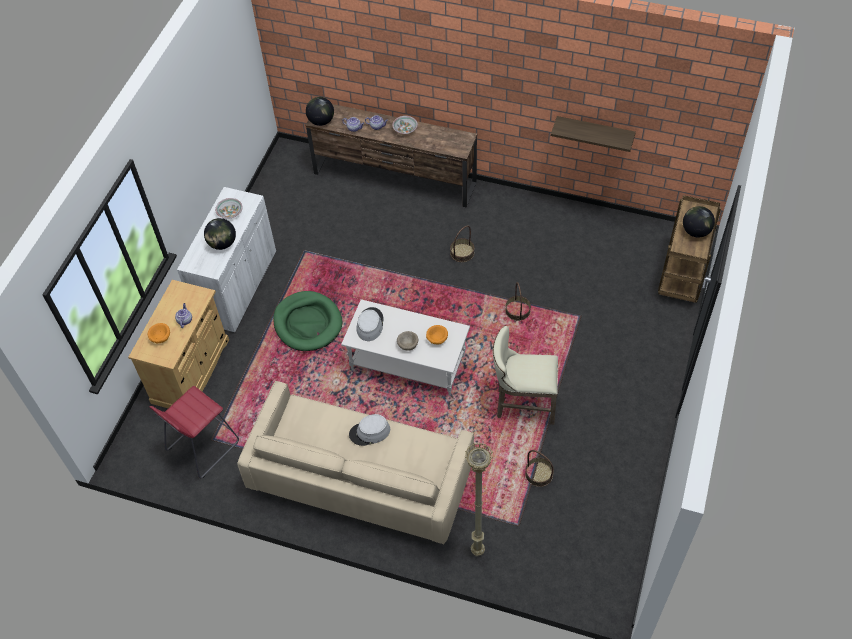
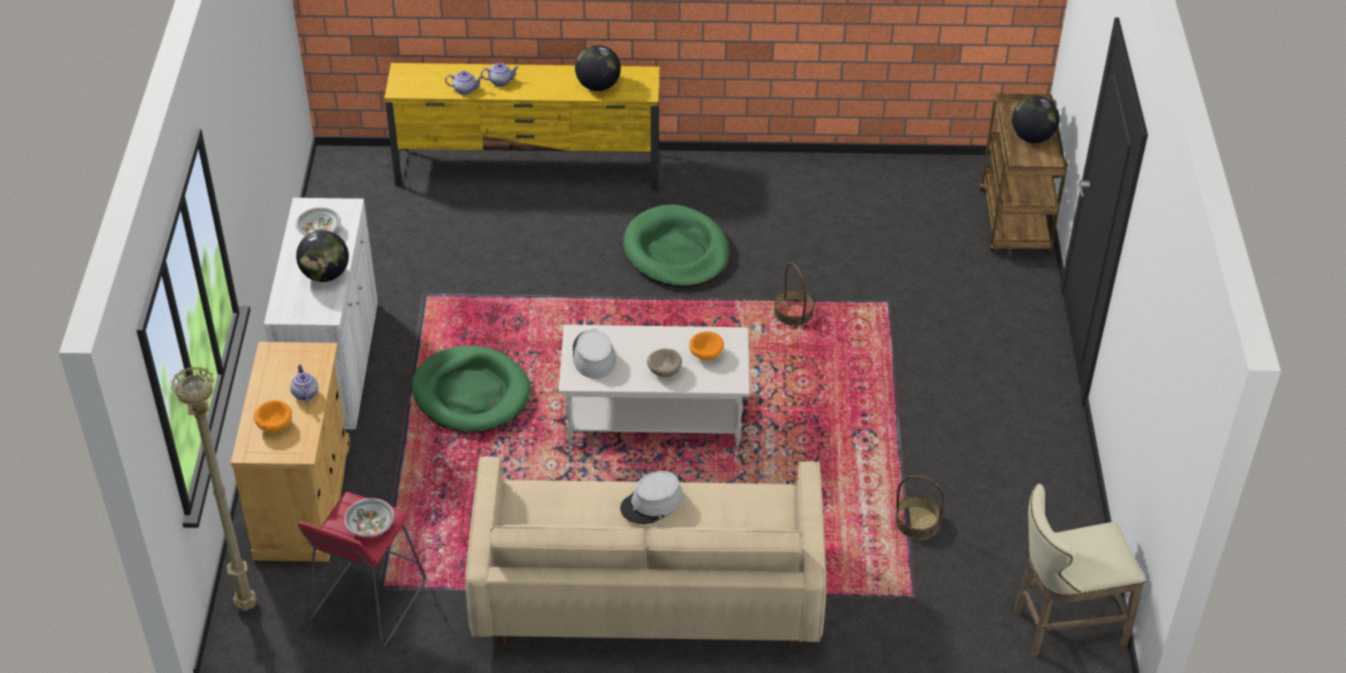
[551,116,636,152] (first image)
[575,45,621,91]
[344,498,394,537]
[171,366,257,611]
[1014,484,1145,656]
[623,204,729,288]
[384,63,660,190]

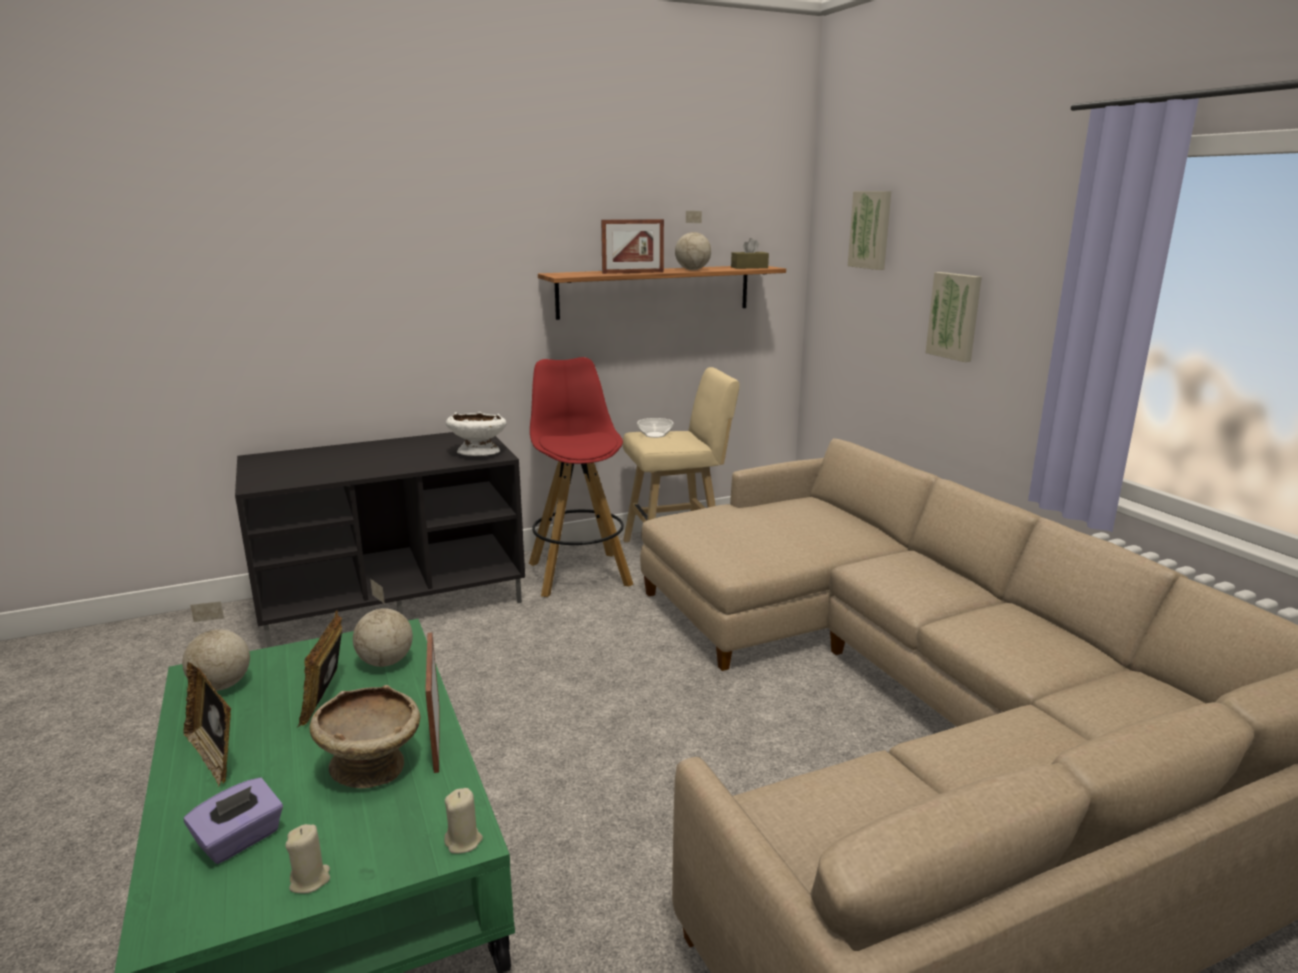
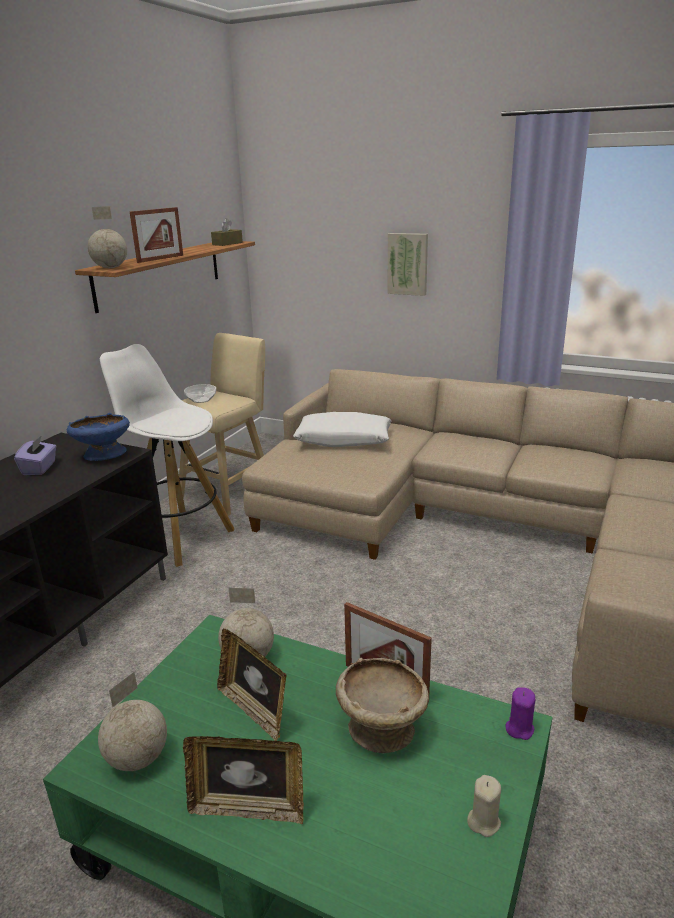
[848,191,891,270] (first image)
[293,412,391,447]
[14,435,56,475]
[88,206,127,268]
[506,687,535,740]
[67,413,130,461]
[100,344,234,567]

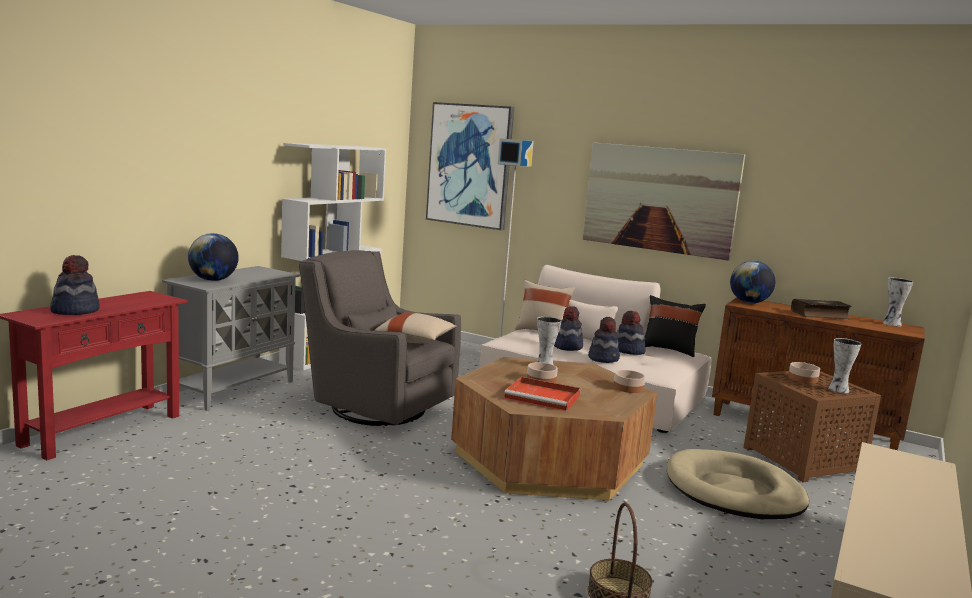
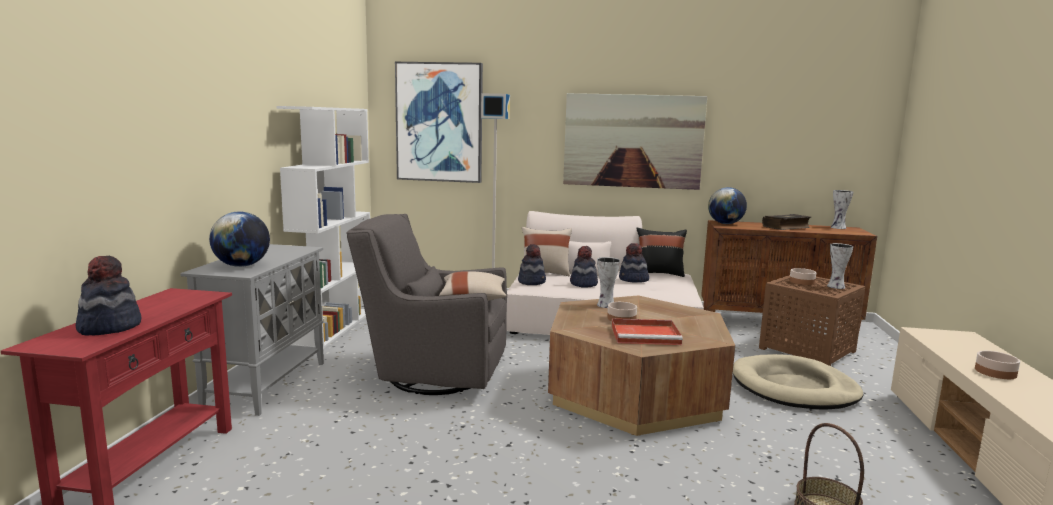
[518,244,546,285]
[975,351,1020,379]

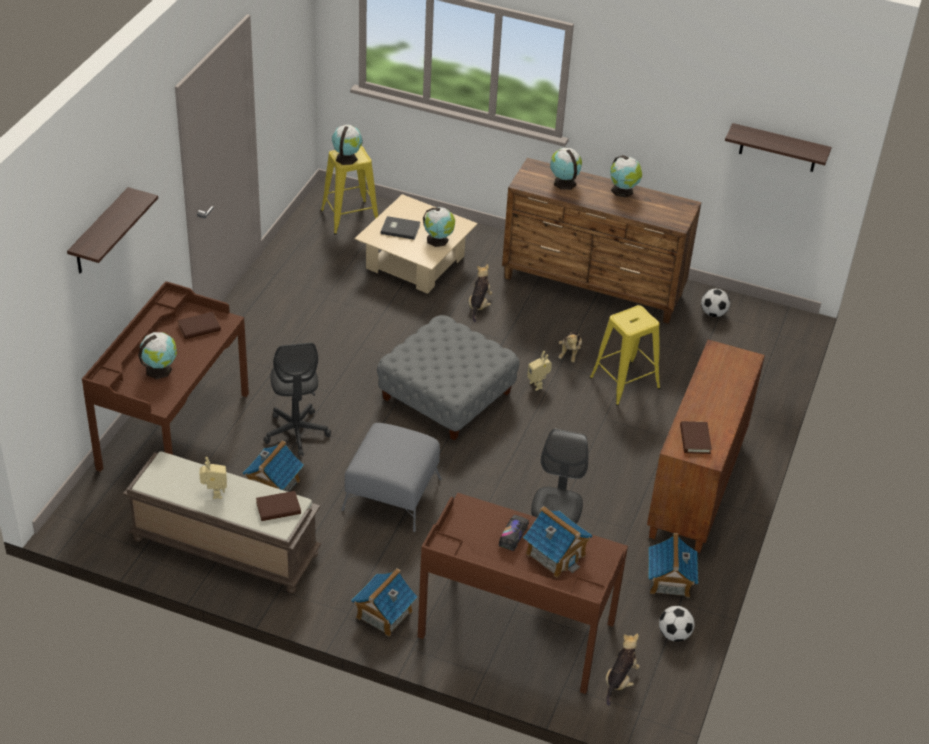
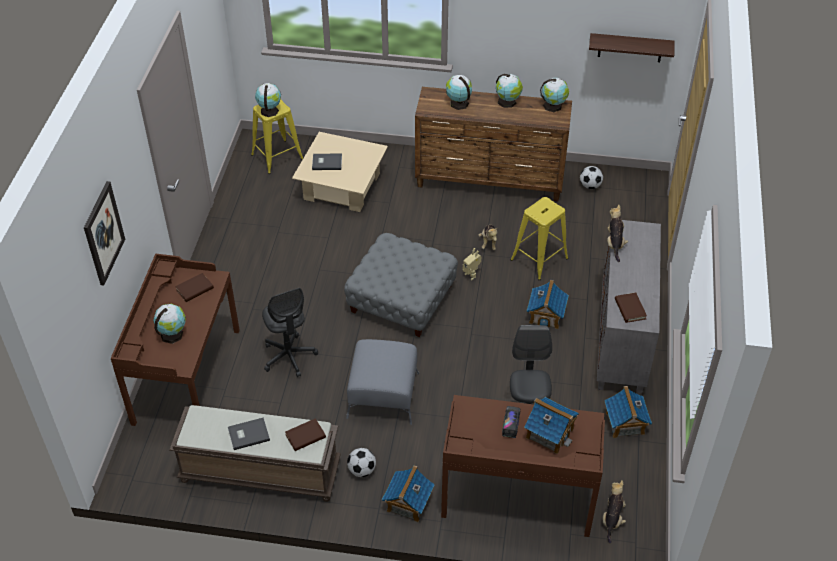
[527,280,569,329]
[540,78,569,112]
[607,205,628,262]
[347,448,376,477]
[84,181,125,285]
[228,417,270,450]
[597,220,661,395]

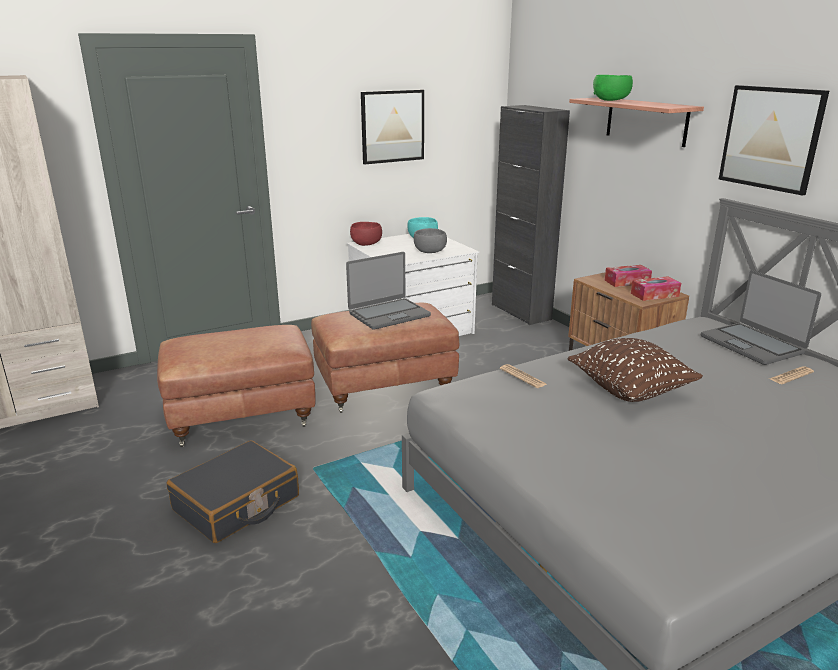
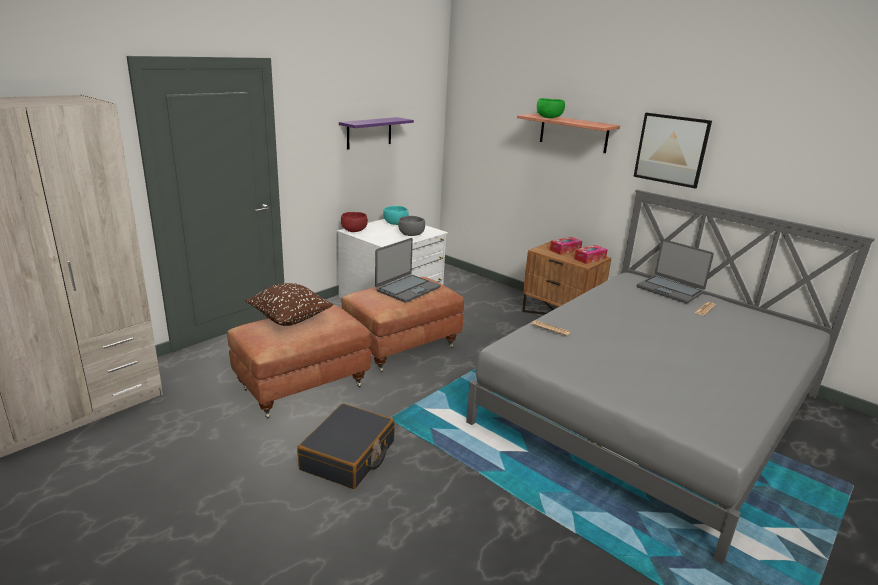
[492,105,570,325] (first image)
[246,283,333,326]
[339,117,414,149]

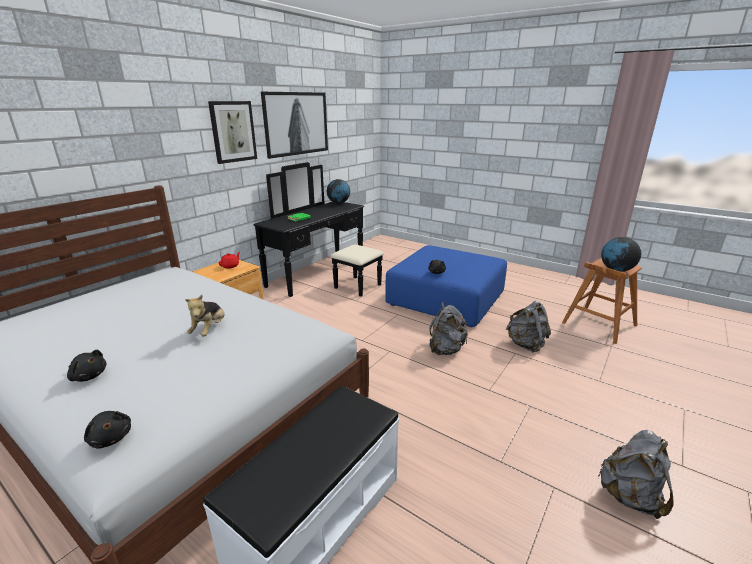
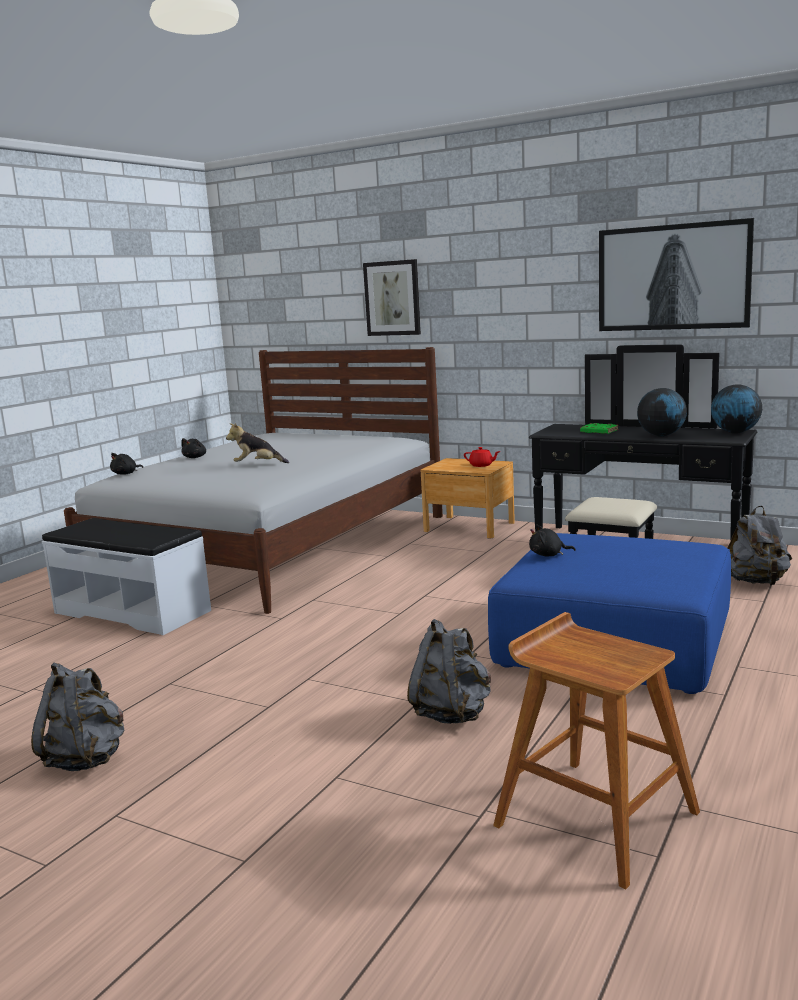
[363,259,421,336]
[727,506,792,585]
[637,388,687,437]

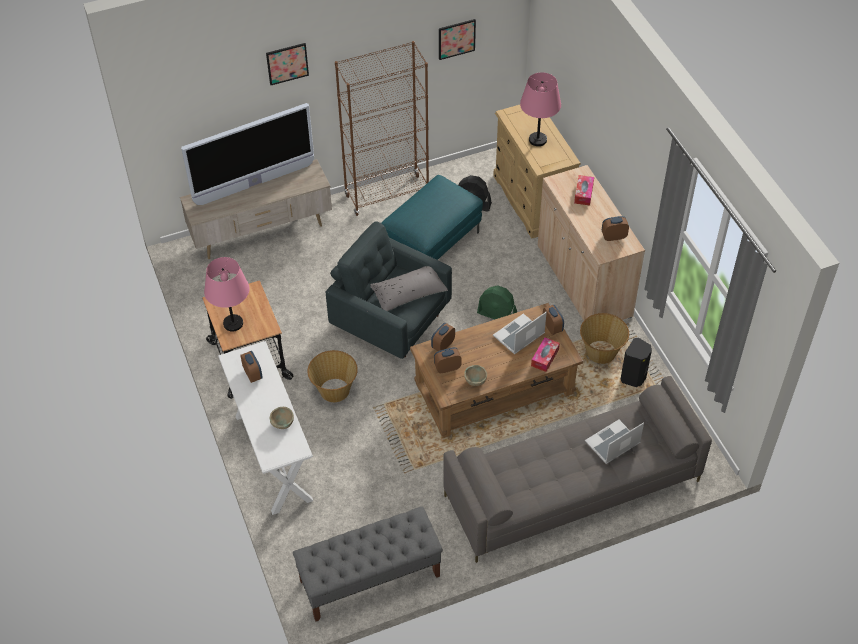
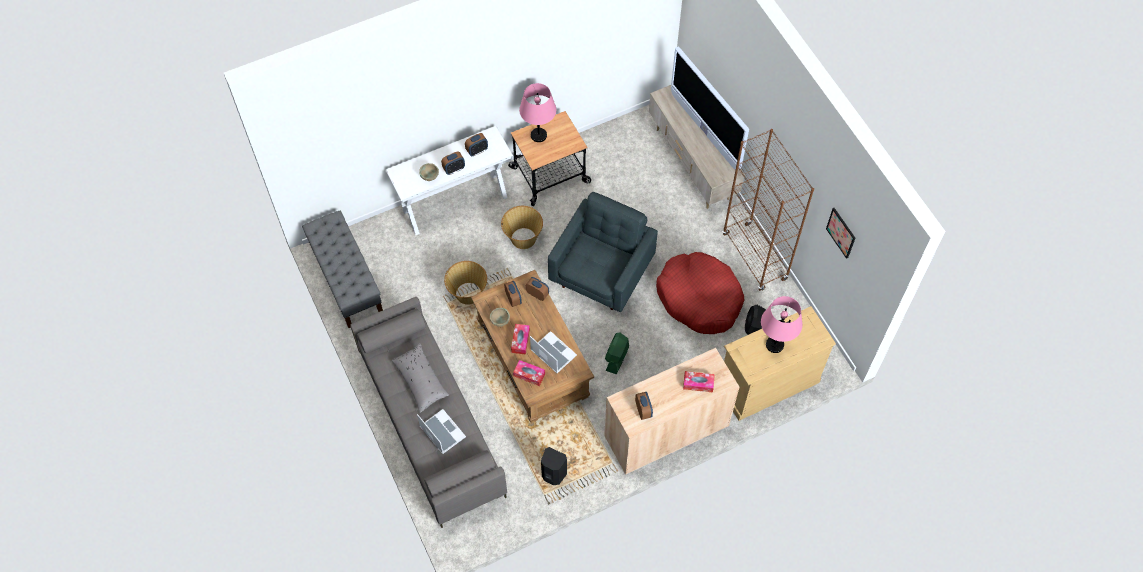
[266,43,309,85] (first image)
[511,324,530,355]
[391,343,449,413]
[441,152,465,175]
[444,261,487,305]
[656,252,744,334]

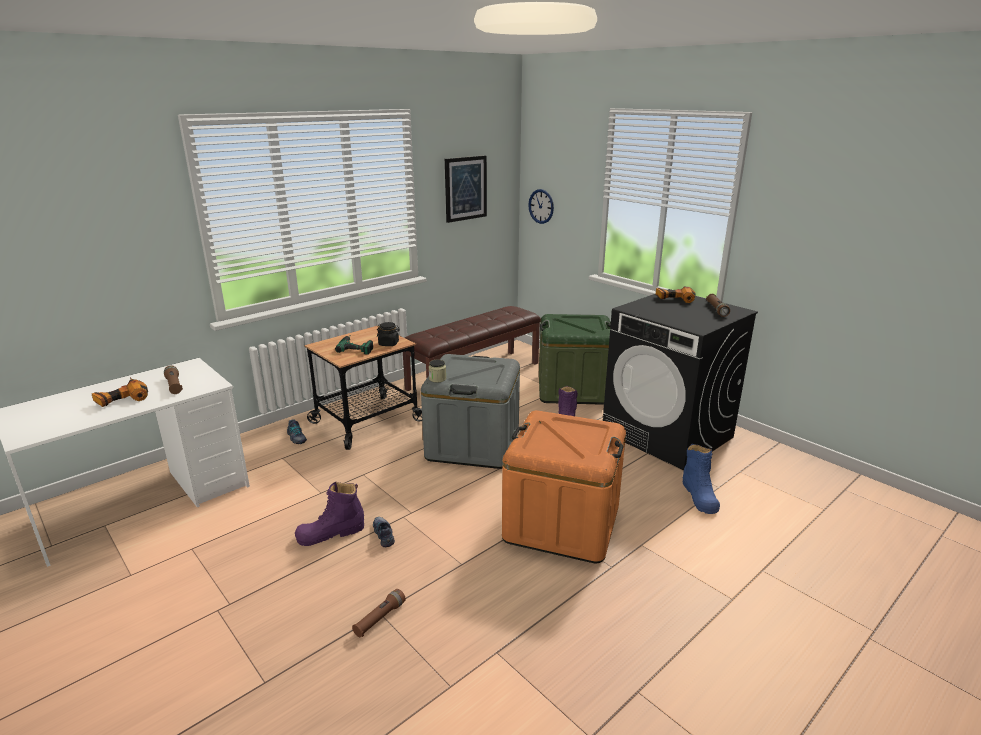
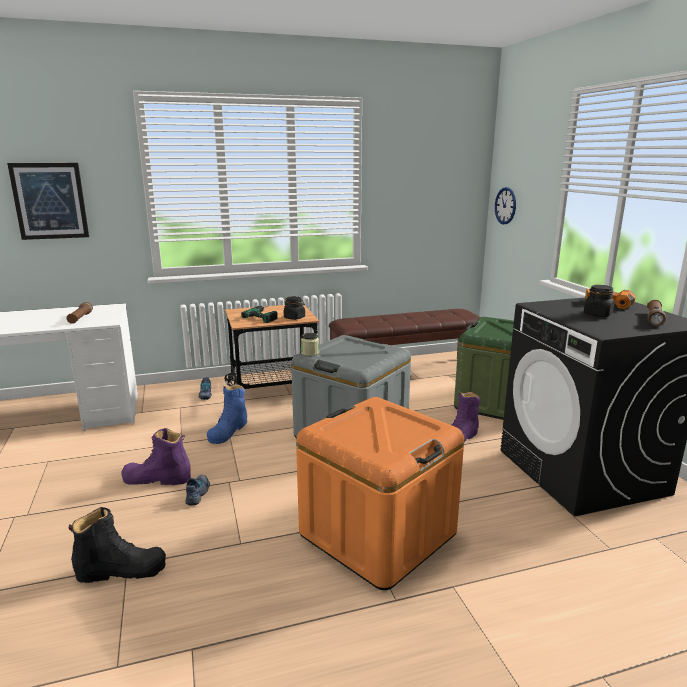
[92,377,148,407] (first image)
[584,285,614,317]
[7,163,89,240]
[207,384,248,444]
[68,507,166,583]

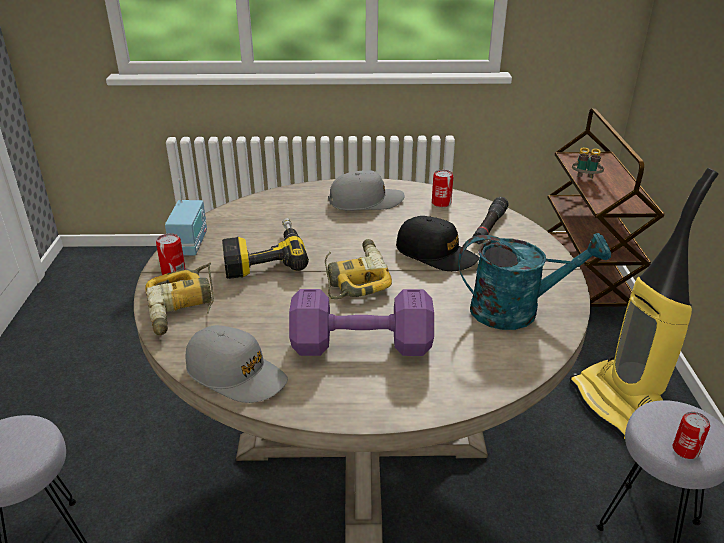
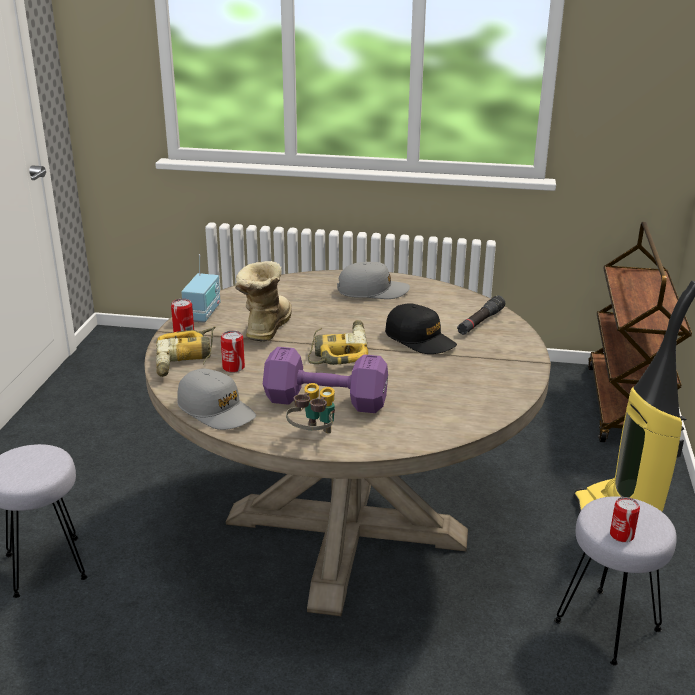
[458,233,611,330] (first image)
[221,330,245,373]
[286,383,335,434]
[235,261,292,342]

